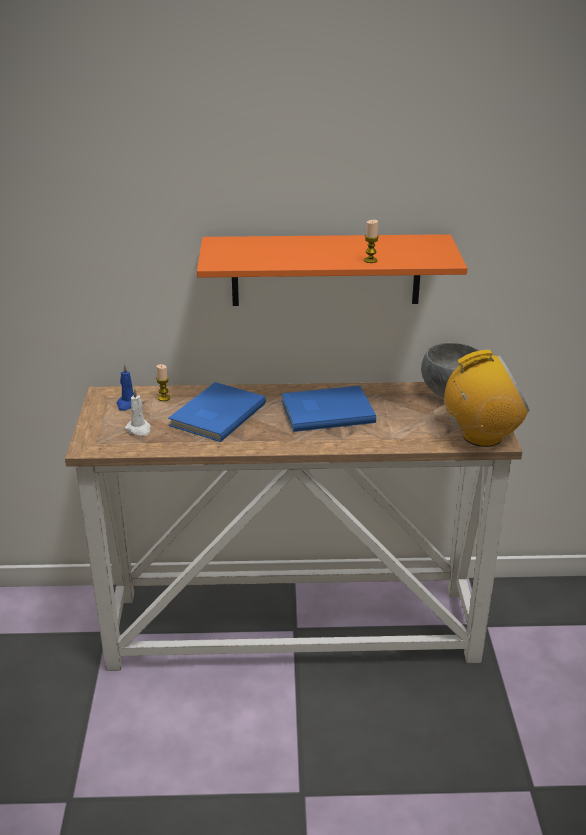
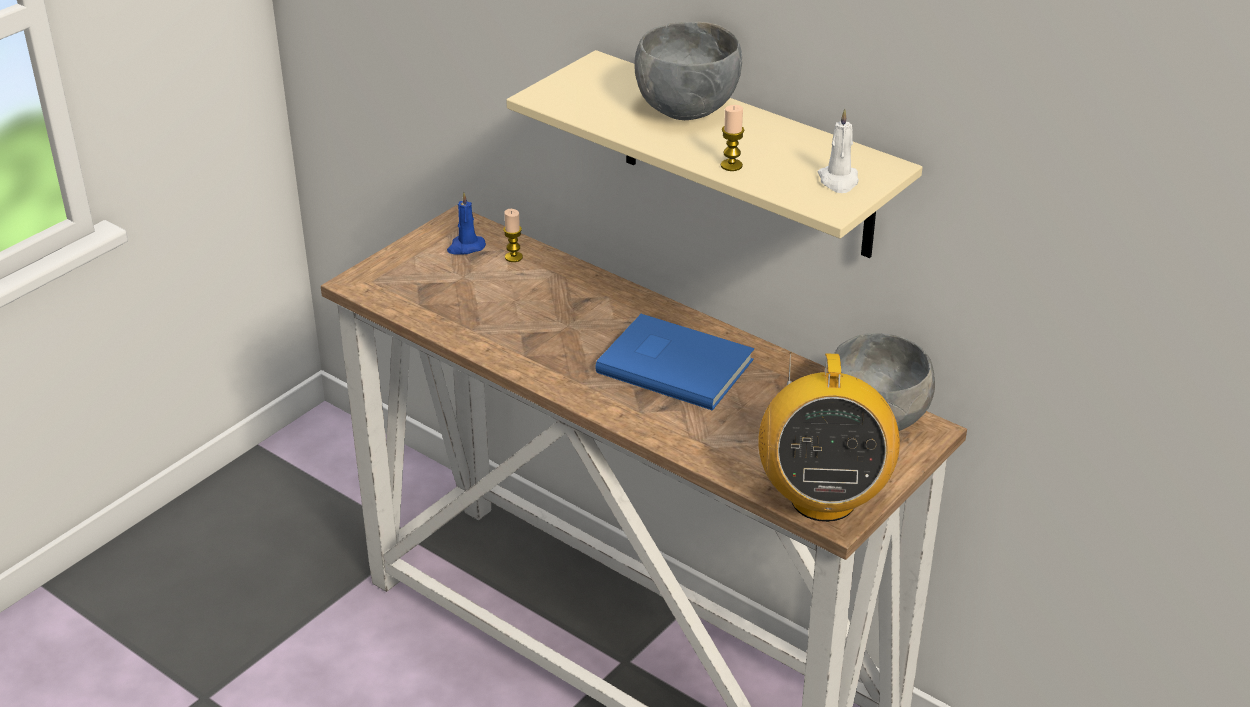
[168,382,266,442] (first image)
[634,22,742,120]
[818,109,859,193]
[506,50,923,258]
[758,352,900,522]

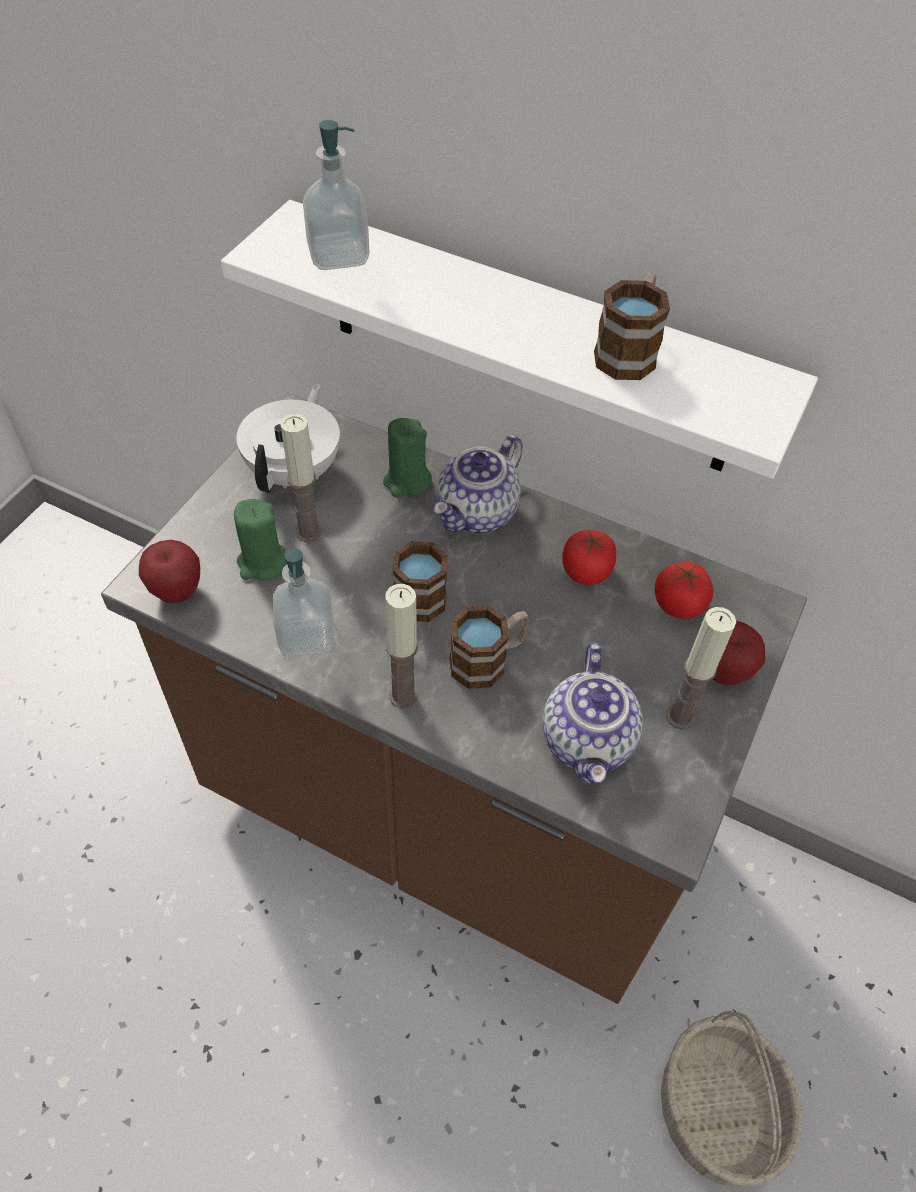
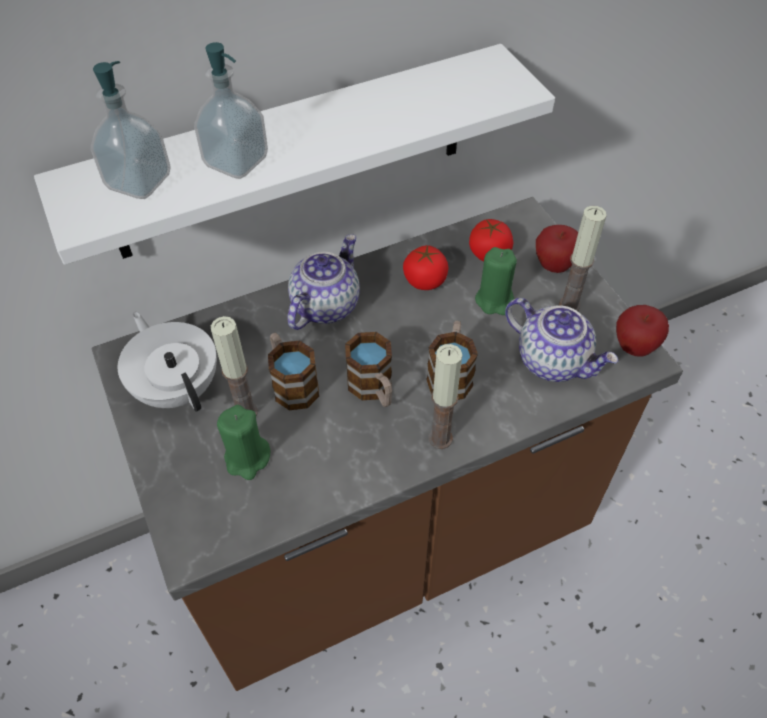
[661,1011,802,1186] (first image)
[616,305,669,357]
[194,42,268,179]
[475,247,517,315]
[268,333,319,410]
[287,234,360,330]

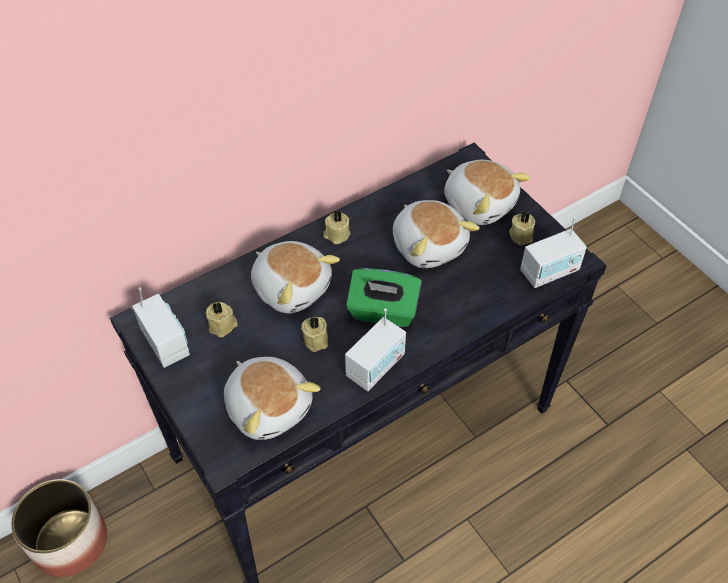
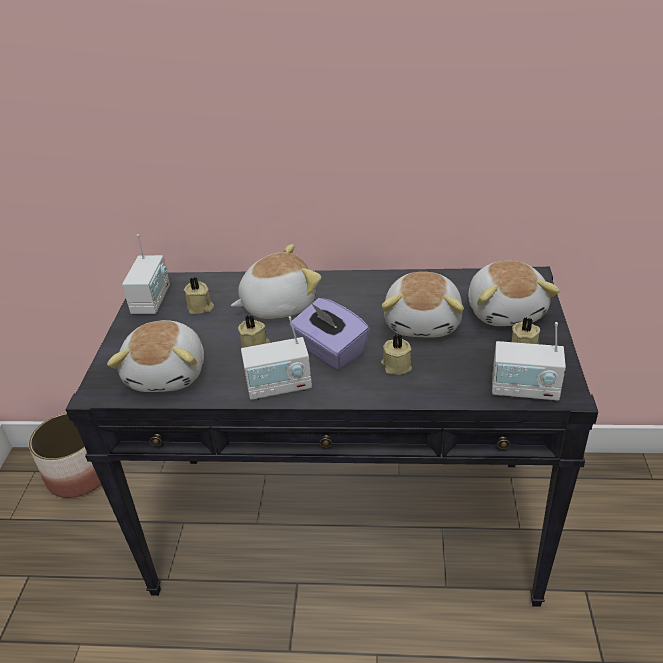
[381,335,412,375]
[289,298,370,370]
[231,244,321,319]

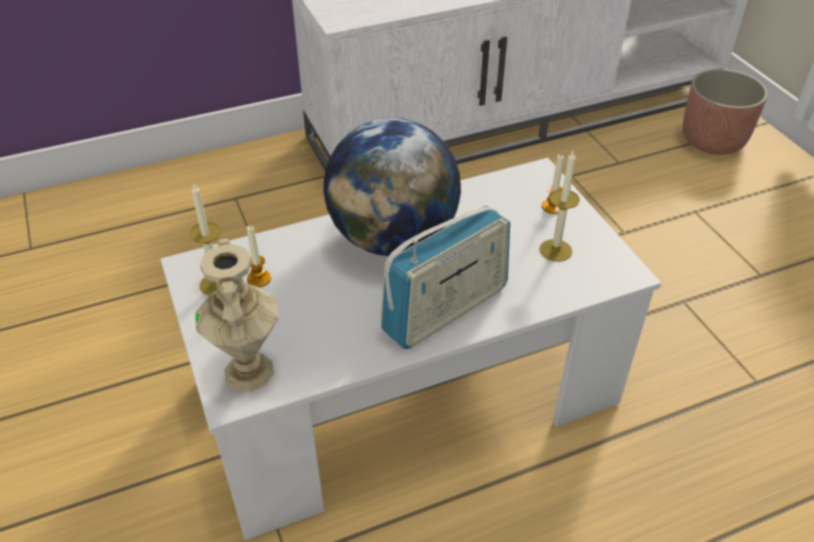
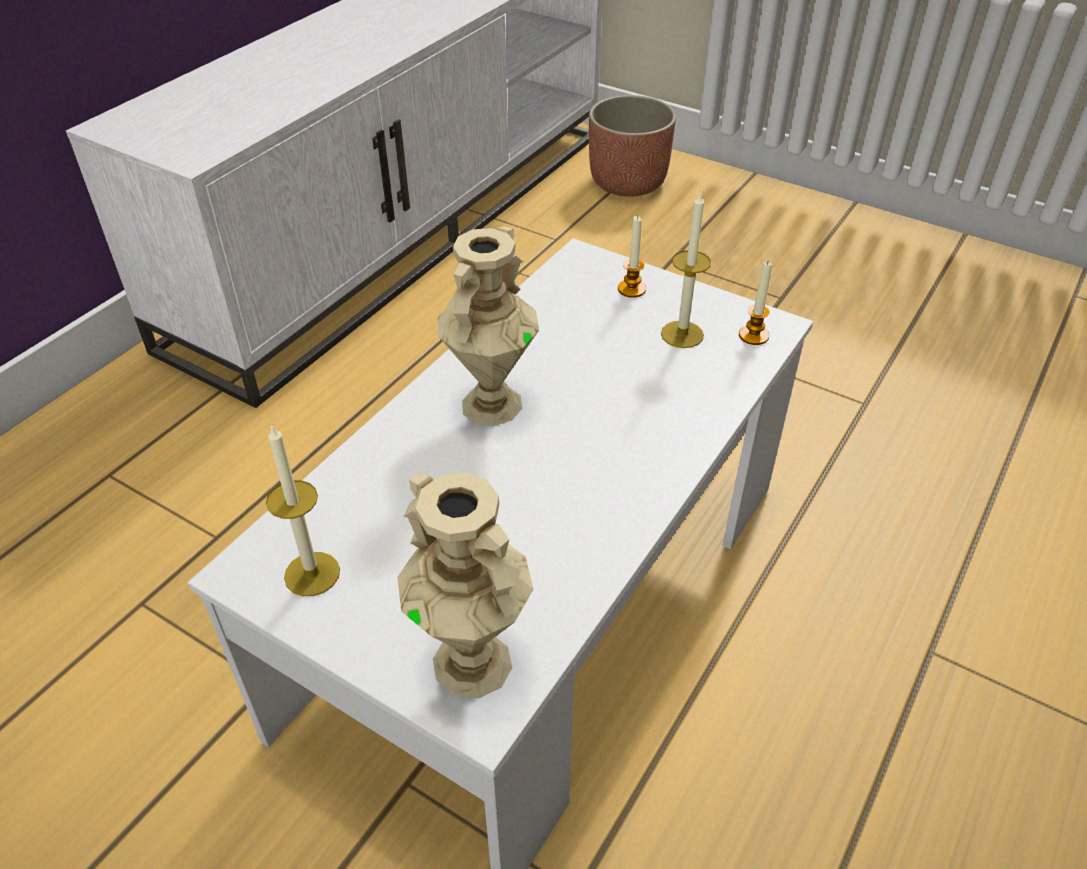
[381,205,510,349] (first image)
[739,260,772,345]
[437,227,539,426]

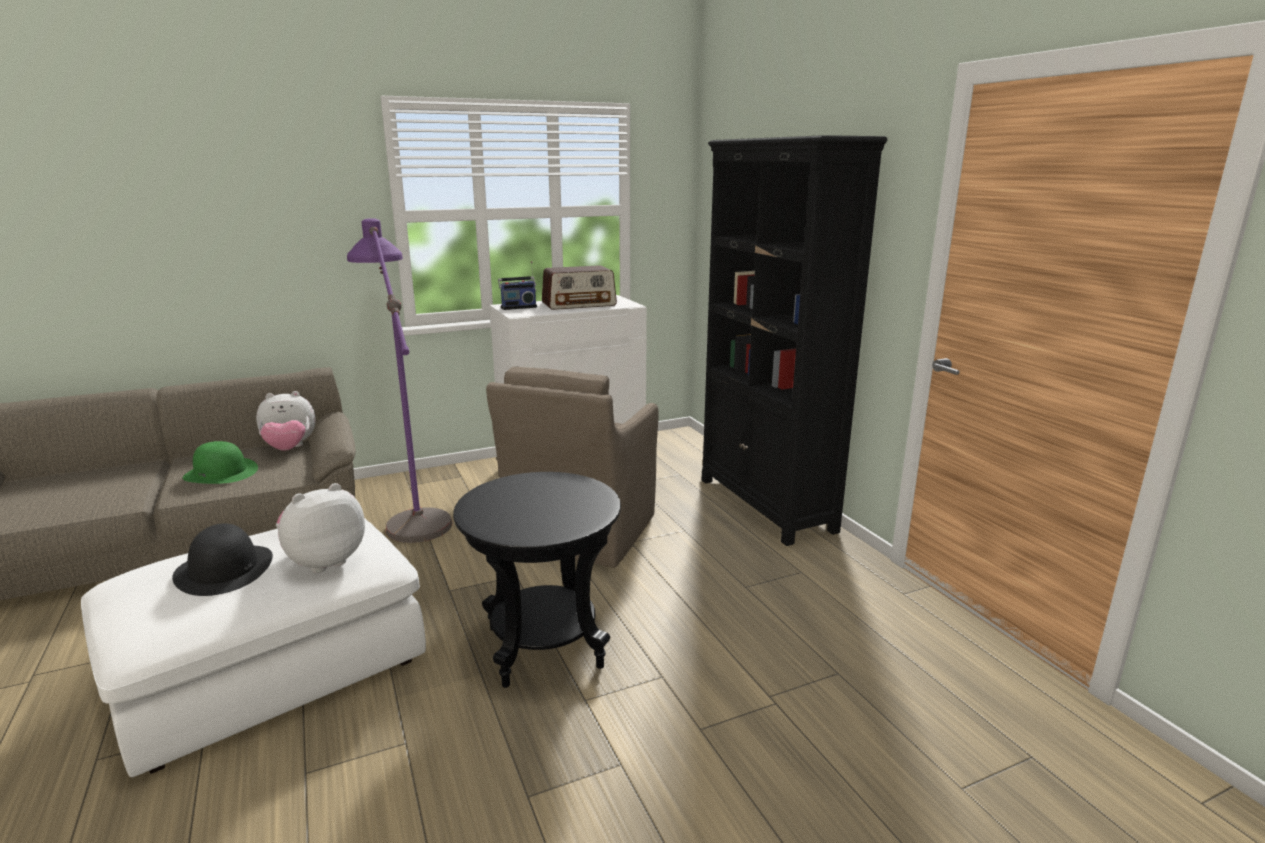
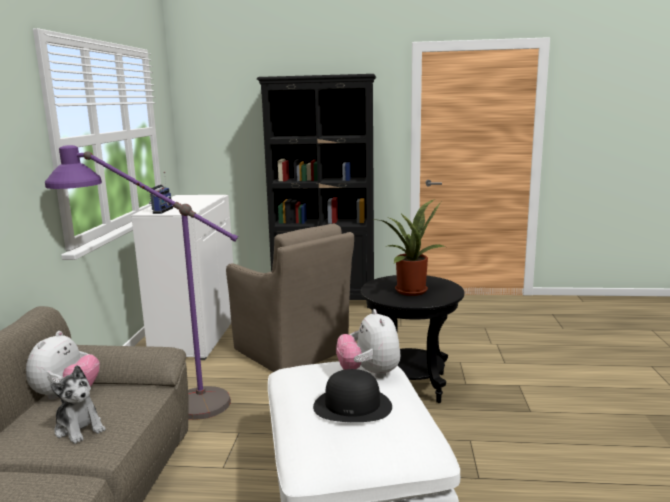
[542,265,617,310] (first image)
[380,199,445,296]
[50,365,106,444]

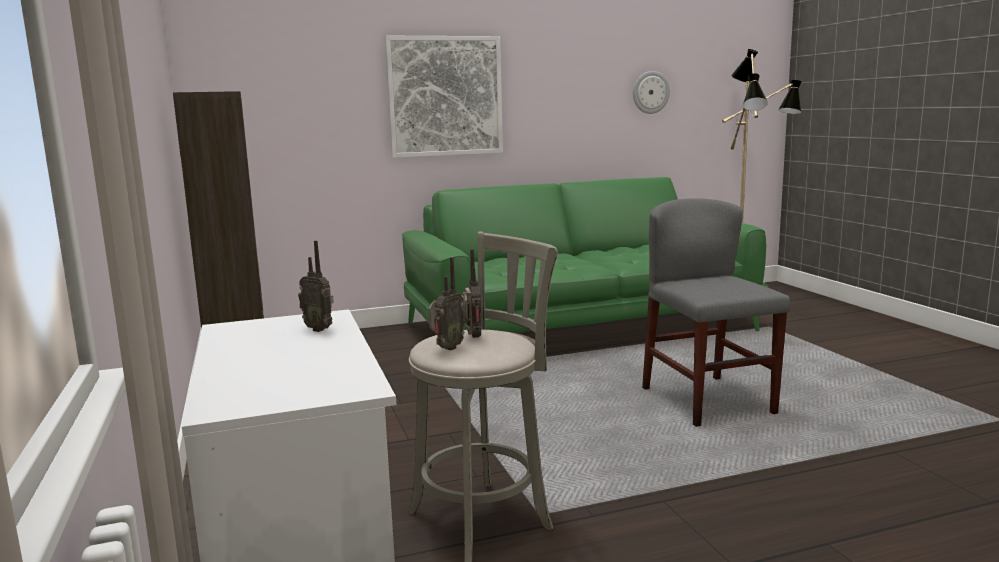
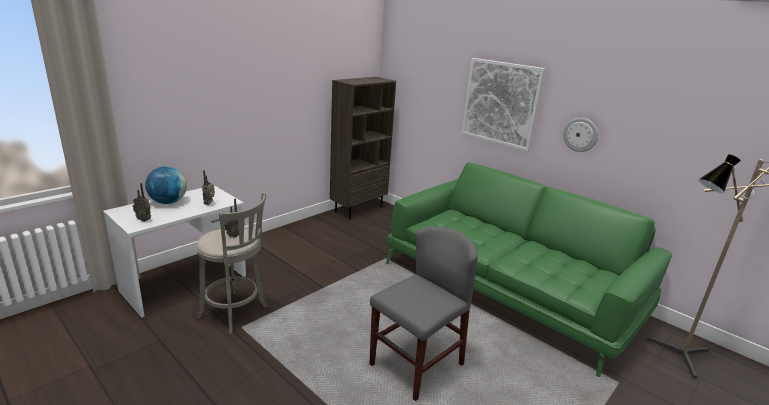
[145,166,187,204]
[133,183,151,222]
[563,118,598,152]

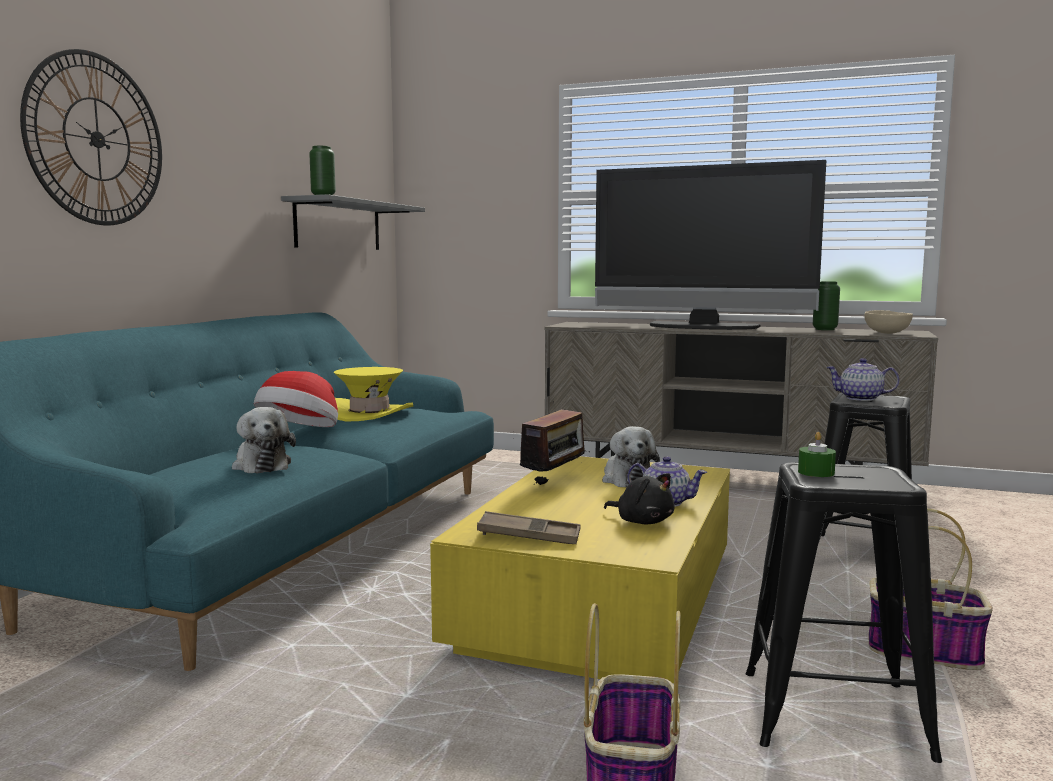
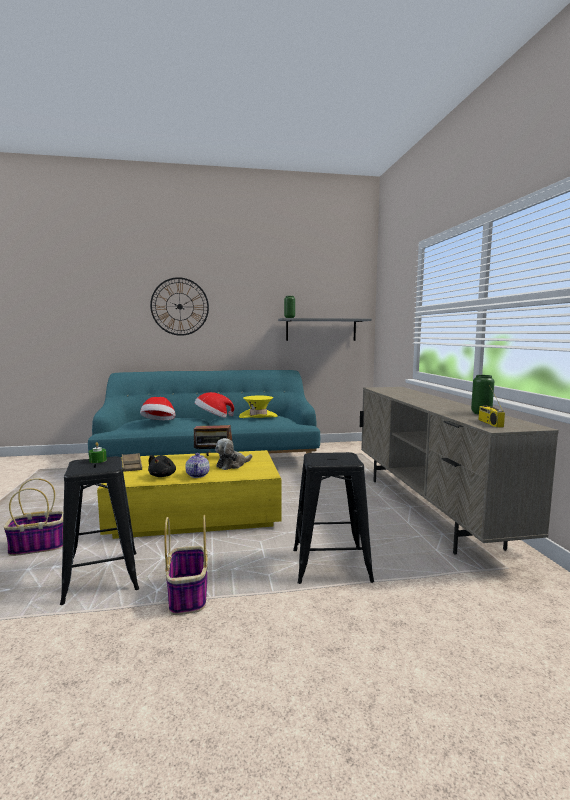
[595,160,826,330] (first image)
[826,358,900,401] (first image)
[140,397,175,420]
[479,385,505,427]

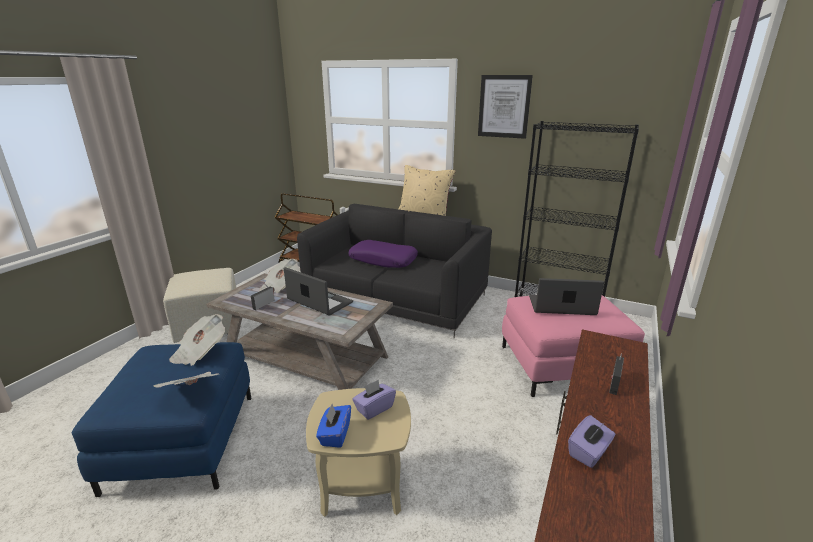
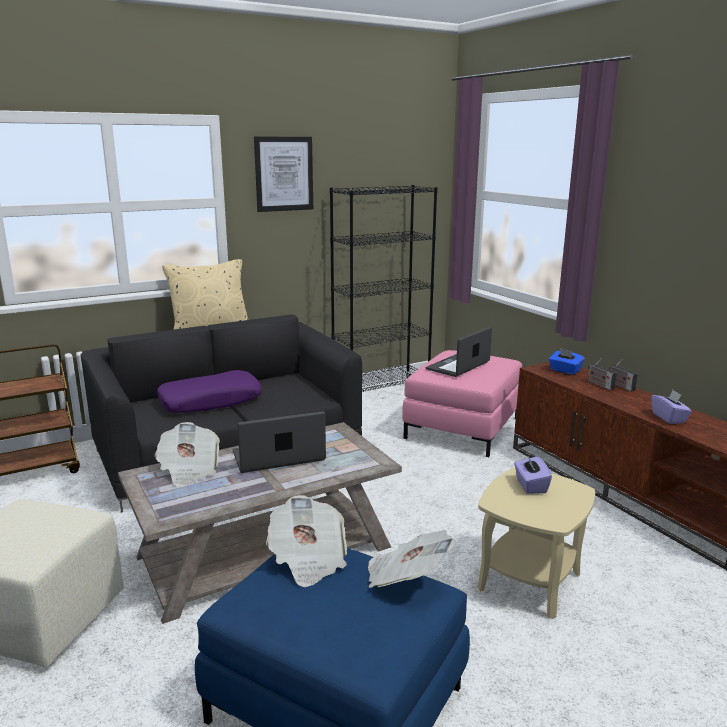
[609,359,638,392]
[549,348,584,375]

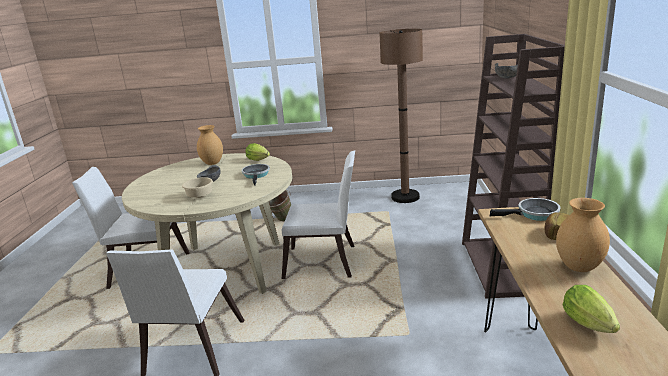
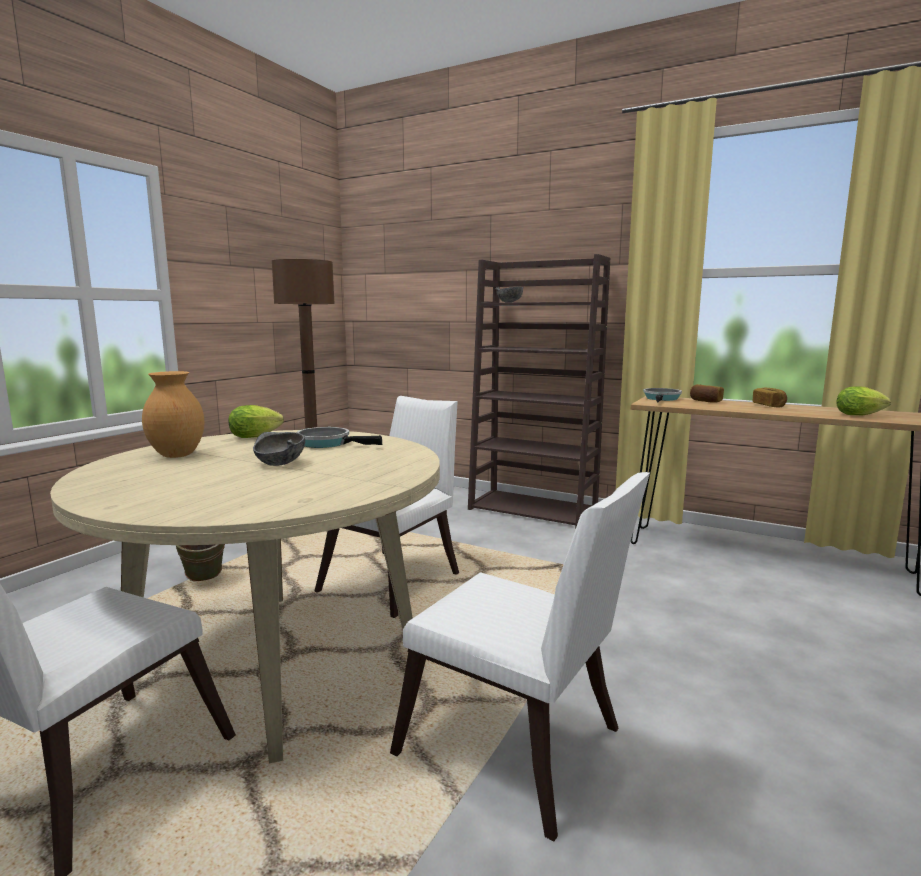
[182,177,213,198] (first image)
[752,388,787,408]

